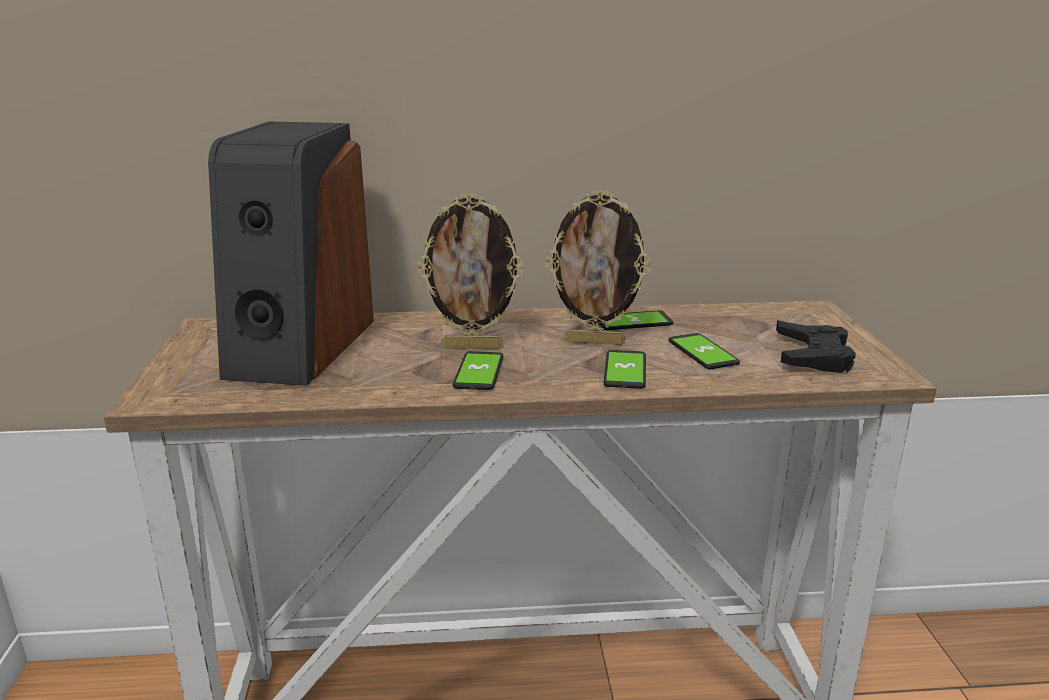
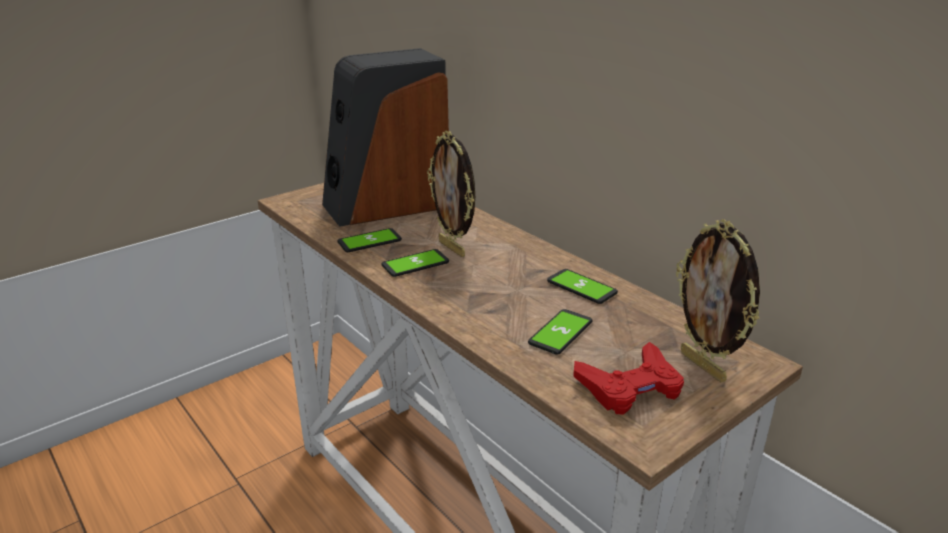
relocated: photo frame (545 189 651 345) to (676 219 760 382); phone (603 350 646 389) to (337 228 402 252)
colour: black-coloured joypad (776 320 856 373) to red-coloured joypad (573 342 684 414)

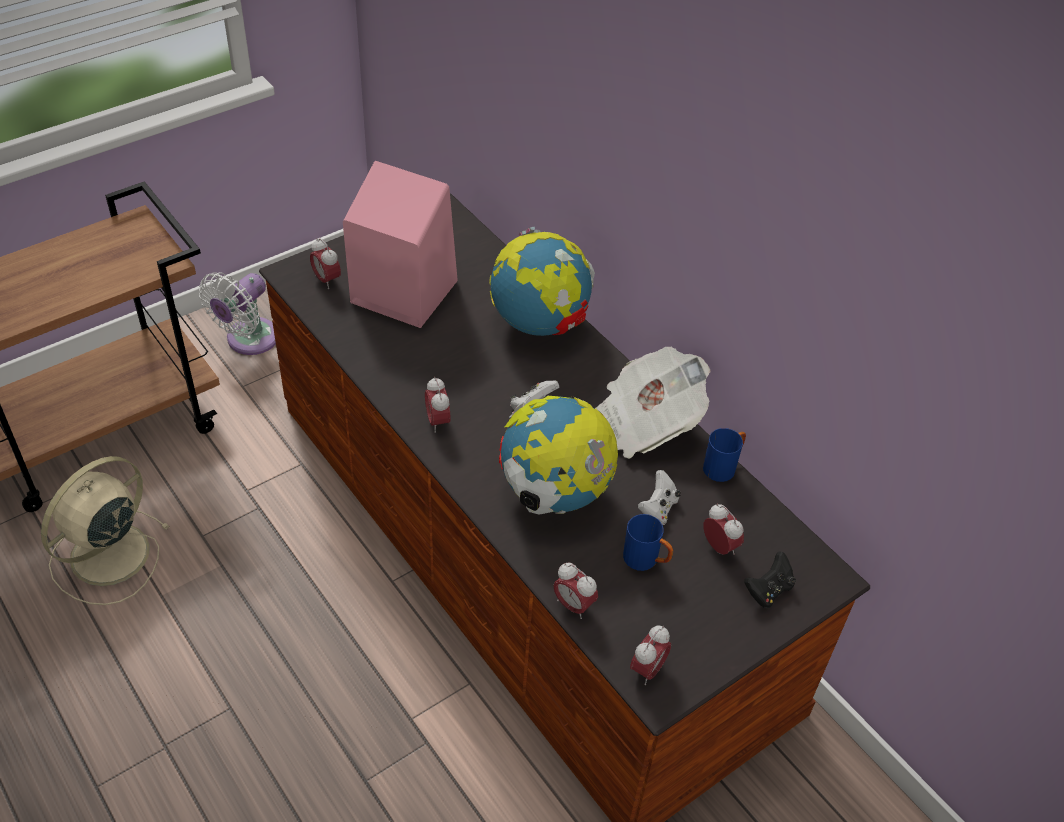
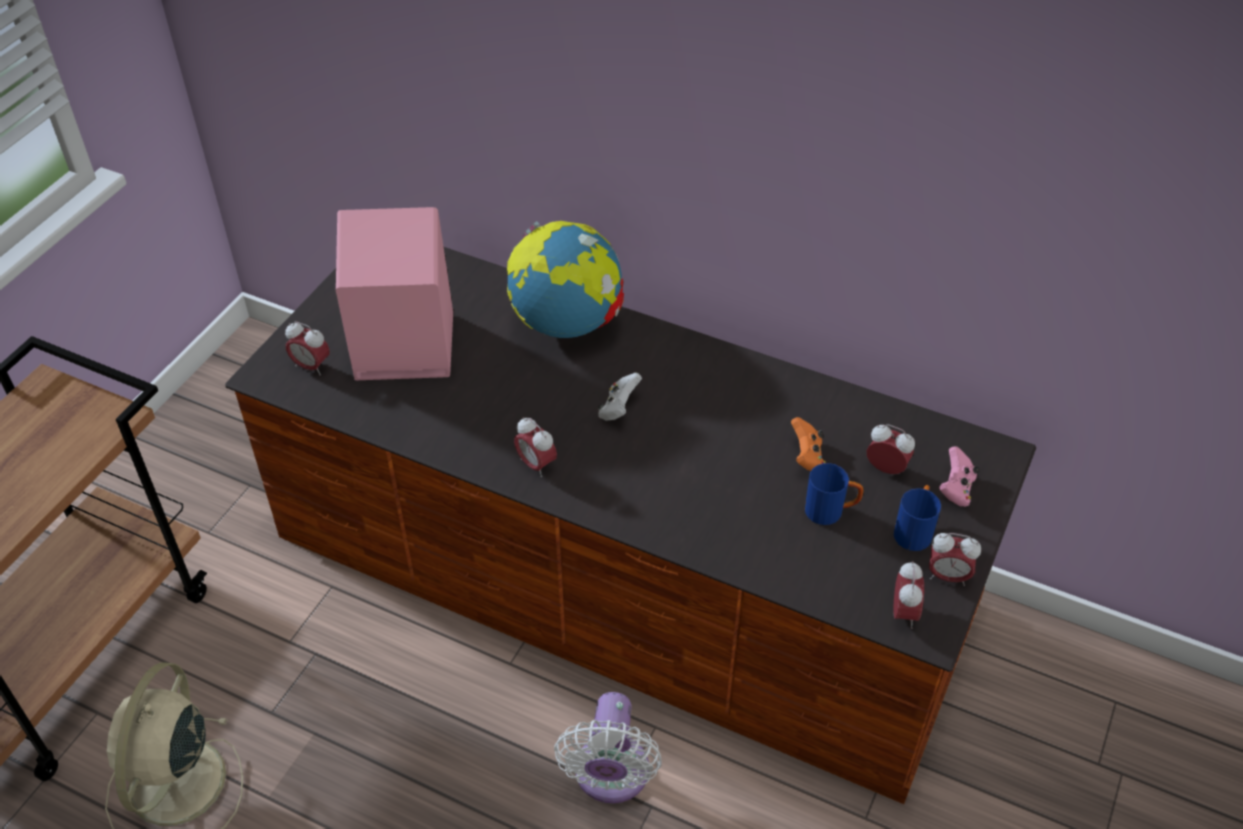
missing: world globe (499 396 618 515); printed paper (596 347 711 459)
relocated: whitish electric fan (199 272 276 355) to (554 692 662 804); bedside clock (553 563 598 619) to (929 533 981 586); blue mug (703 428 746 482) to (894 485 941 551)
colour: whitish joypad (638 470 681 525) to orange-coloured joypad (791 417 826 471); black-coloured joypad (744 552 796 608) to pink-coloured joypad (939 446 979 507)

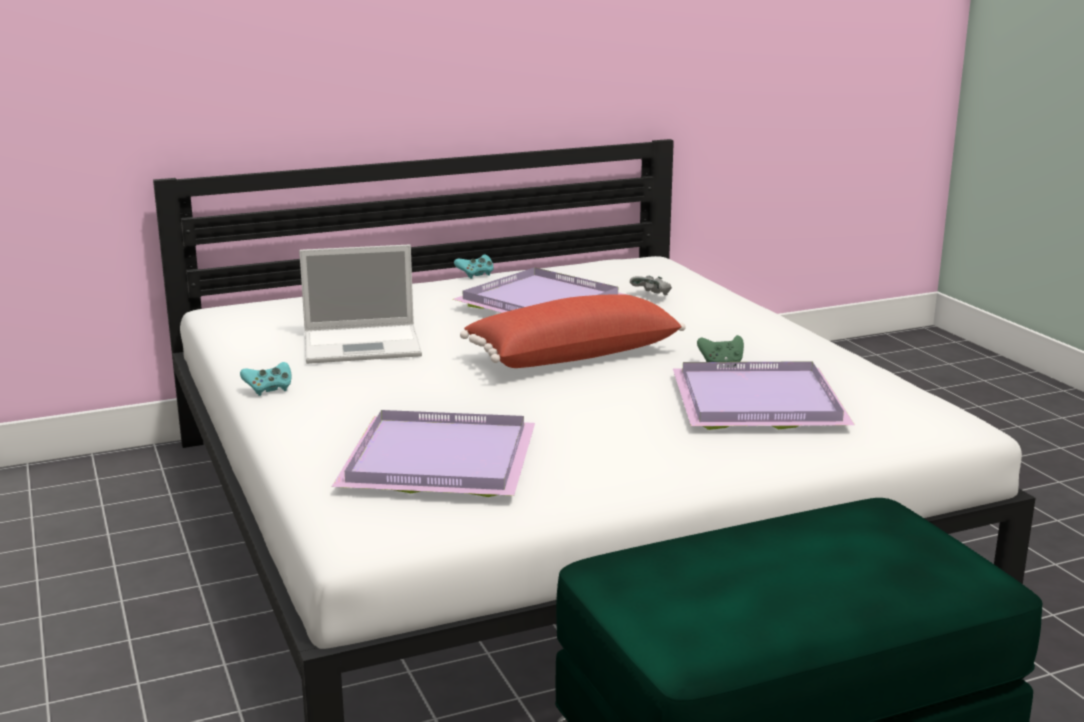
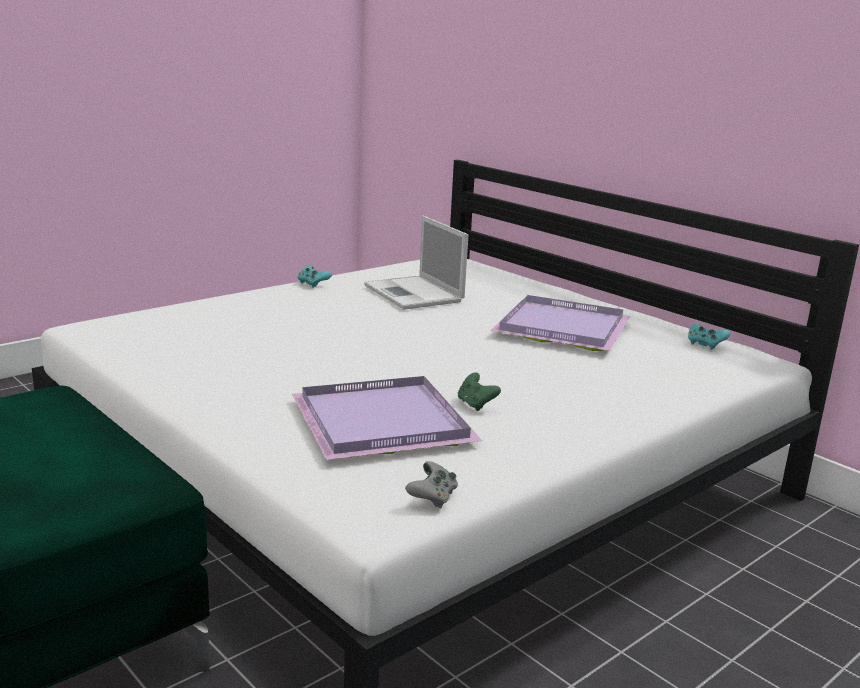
missing: purplish carrying tray (332 410 535 497); red-coloured throw pillow (460 294 686 368)
relocated: turquoise joypad (454 254 493 279) to (688 323 730 350); greyish joypad (630 276 672 295) to (405 461 458 509)

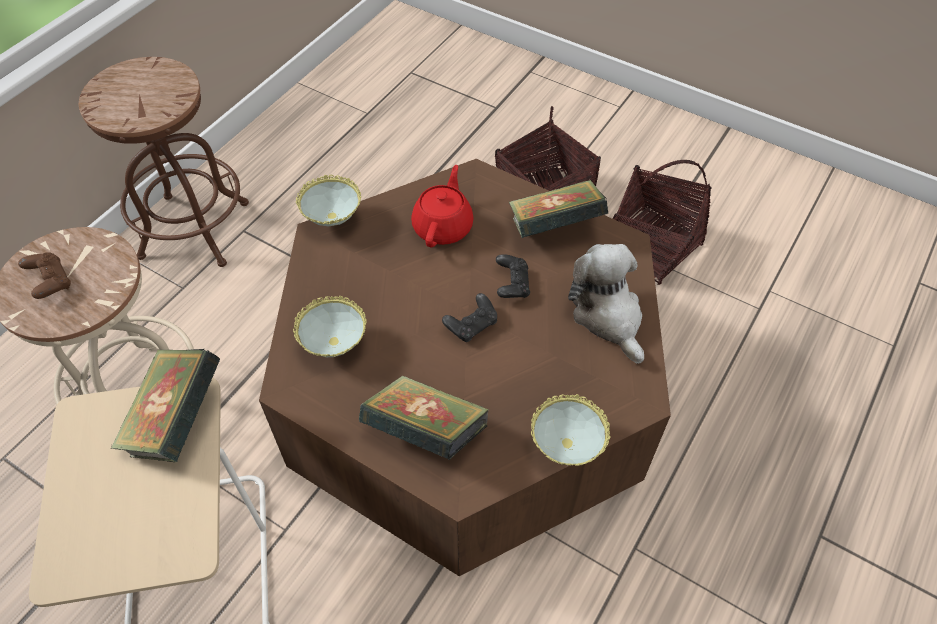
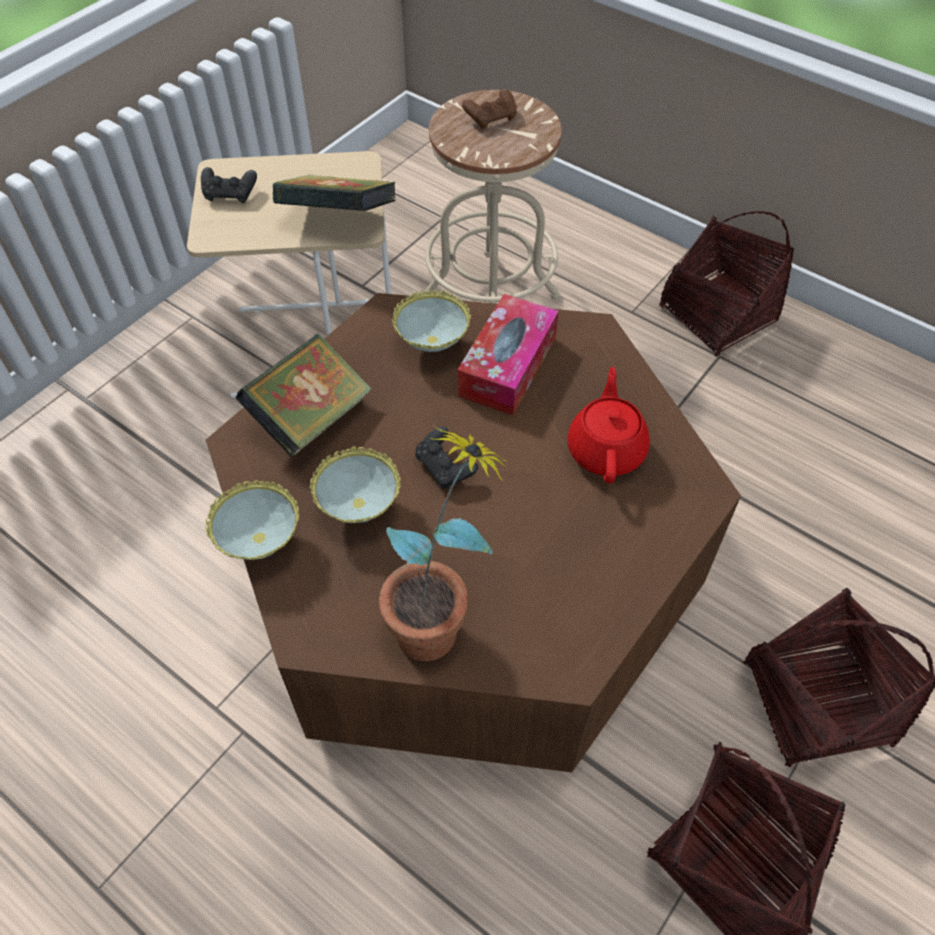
missing: bound book (509 180 608 238)
appeared: tissue holder (457 294 559 415)
relocated: bowl (296 175 361 226) to (310 446 401 523); black-coloured joypad (496 254 530 298) to (201 167 257 203)
exchanged: brownish stool seat (79 57 249 267) to storage basket (659 211 794 357); cuddly toy (568 244 644 364) to plant in a pot (379 426 509 661)
spun: red-coloured tea pot (411 165 474 247) = (567 367 650 483) 105 degrees counterclockwise

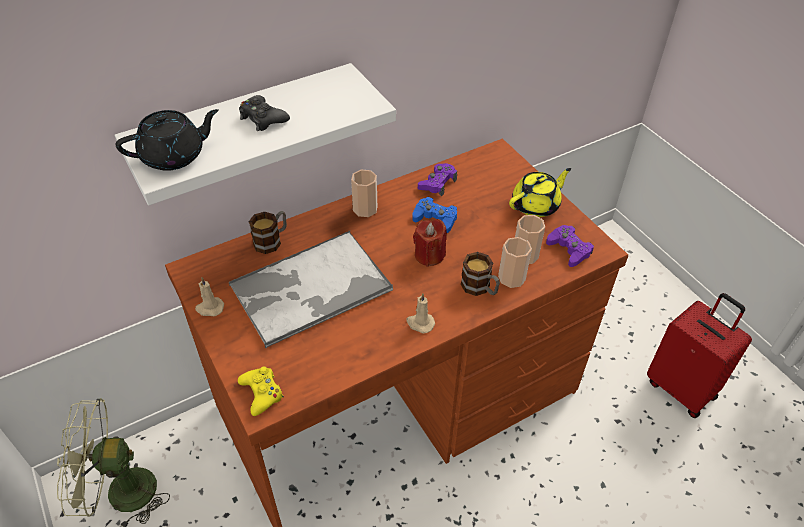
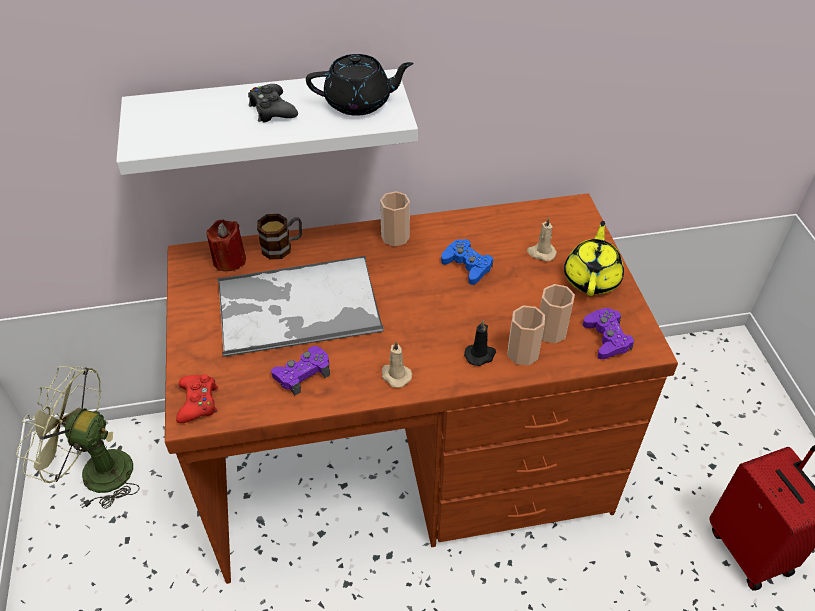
relocated: black-coloured tea pot (116 109 219 171) to (306 54 414 116); beige-coloured wax light (195 277 224 316) to (527 217 557 261); red-coloured wax light (413 219 447 267) to (206 220 246 271); purplish joypad (418 163 457 197) to (271 346 330 396)
exchanged: mug (461 252 500 296) to black-coloured wax light (464 320 496 366)
colour: yellow joypad (238 366 284 416) to red-coloured joypad (176 374 218 423)
spun: yellow tea pot (509 168 571 217) = (564 221 624 296) 60 degrees counterclockwise

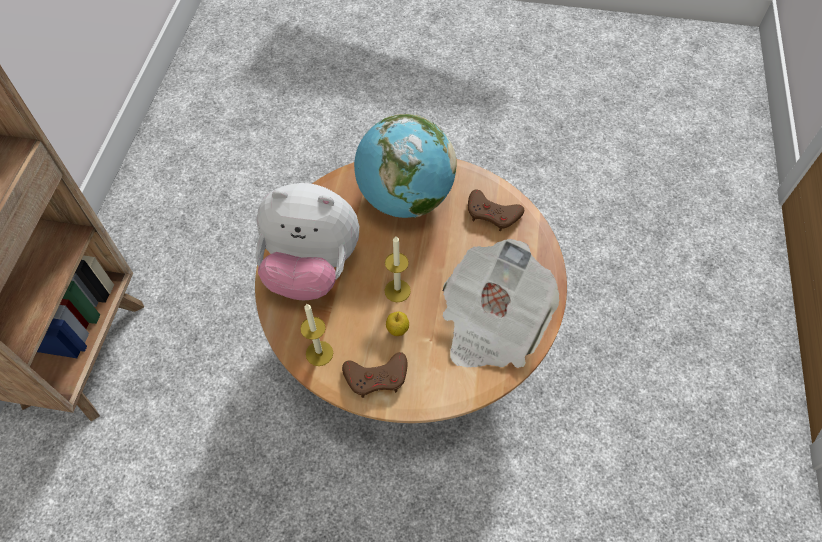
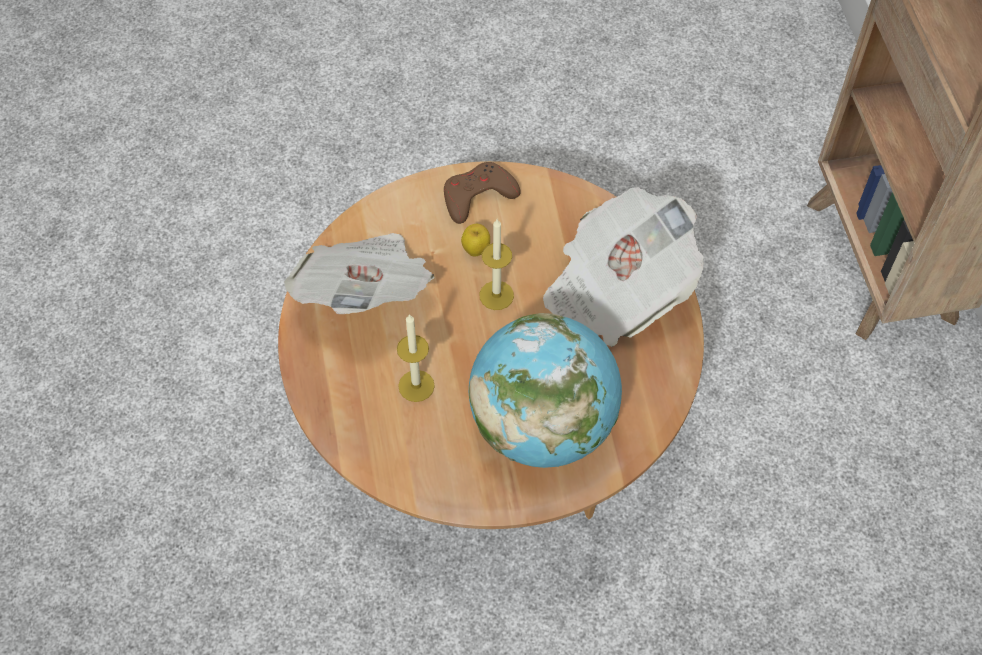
missing: brownish joypad (468 189 524 231)
relocated: wax light (300 304 333 366) to (397 314 435 402)
exchanged: cuddly toy (255 183 359 300) to printed paper (543 187 704 347)

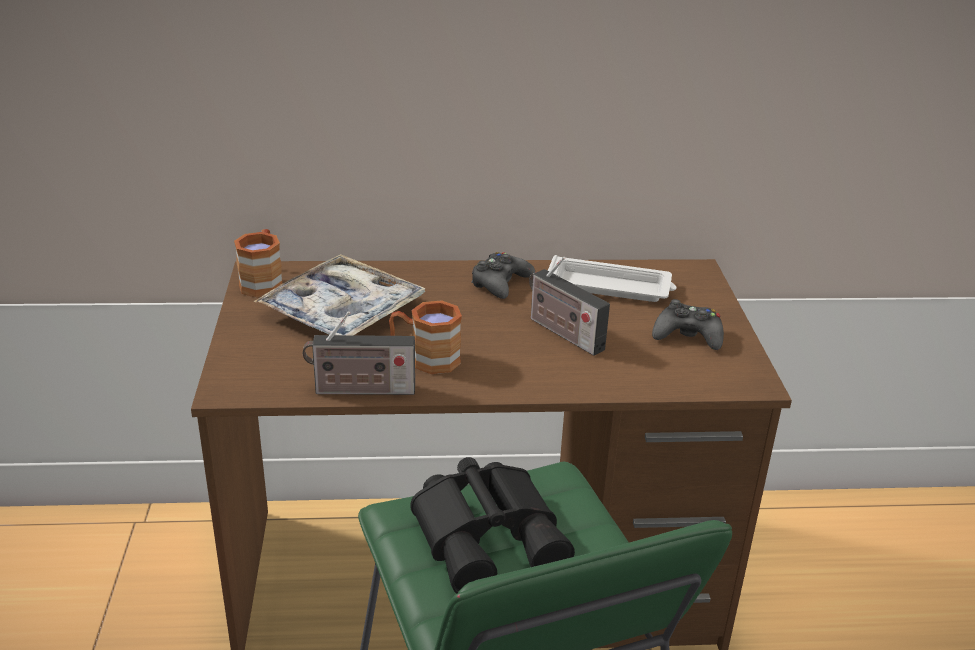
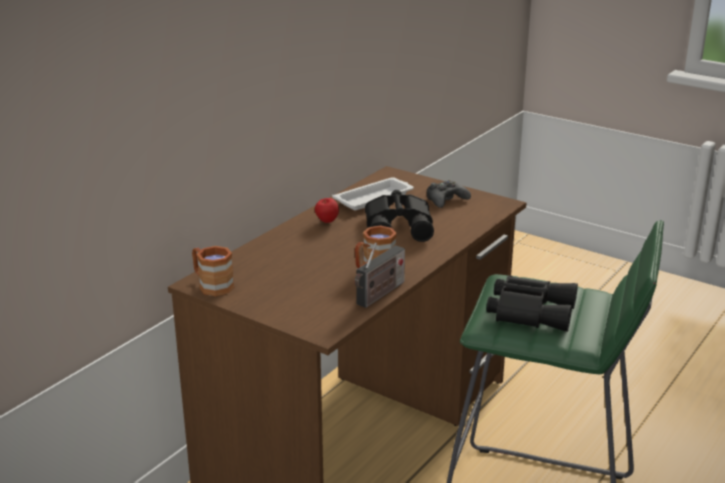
missing: carrying tray (254 254 425 335)
exchanged: black-coloured joypad (471 252 535 299) to apple (315 198 339 223); radio (529 257 610 356) to black-coloured field glasses (365 190 434 242)

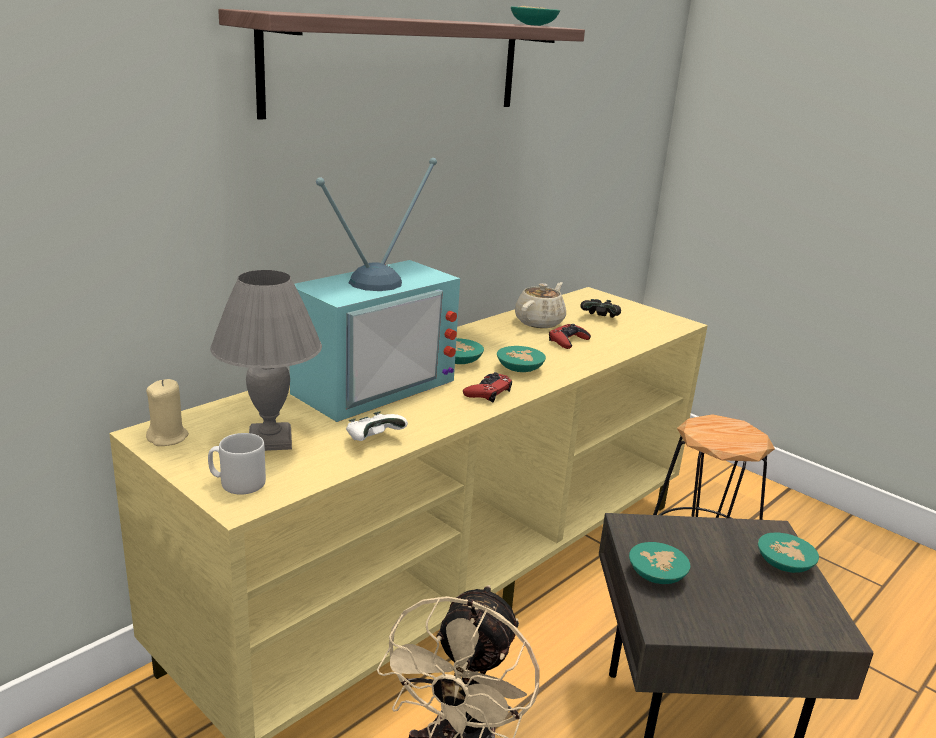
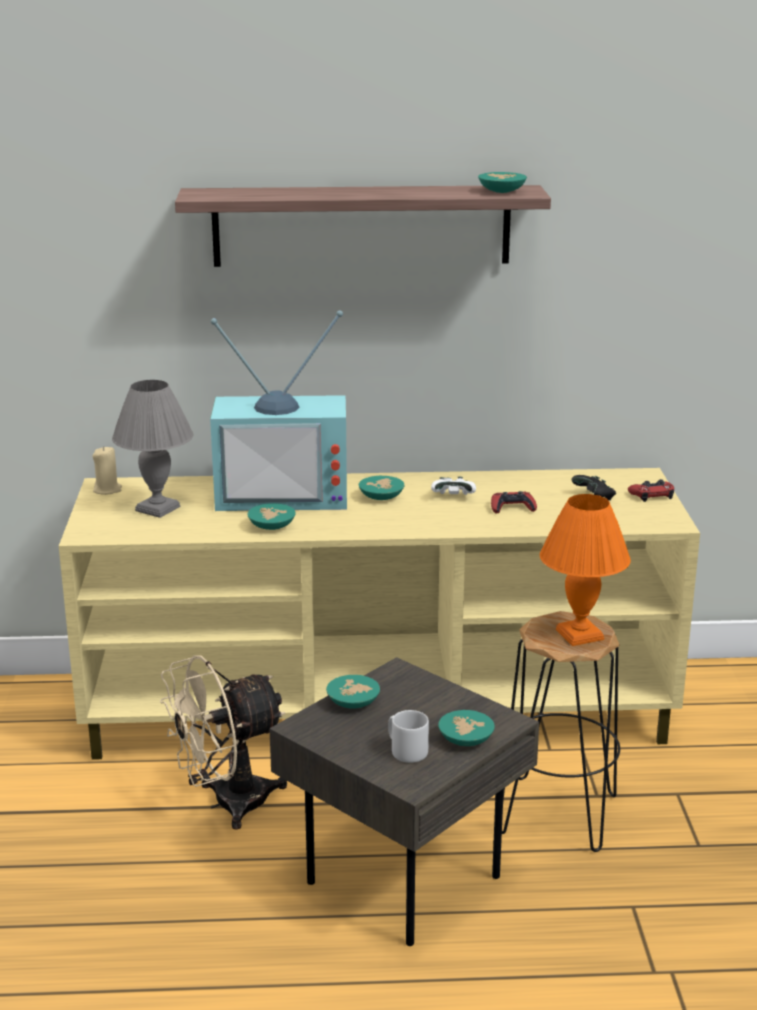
missing: beige-coloured tea pot (515 282 566 328)
appeared: orange-coloured lamp for a table (540 494 631 646)
relocated: greyish mug (208 433 266 494) to (388 710 429 763); whitish joypad (346 411 408 441) to (431 477 476 495); red-coloured joypad (463 372 512 402) to (628 479 674 502); turquoise bowl (497 346 546 372) to (247 503 296 530)

